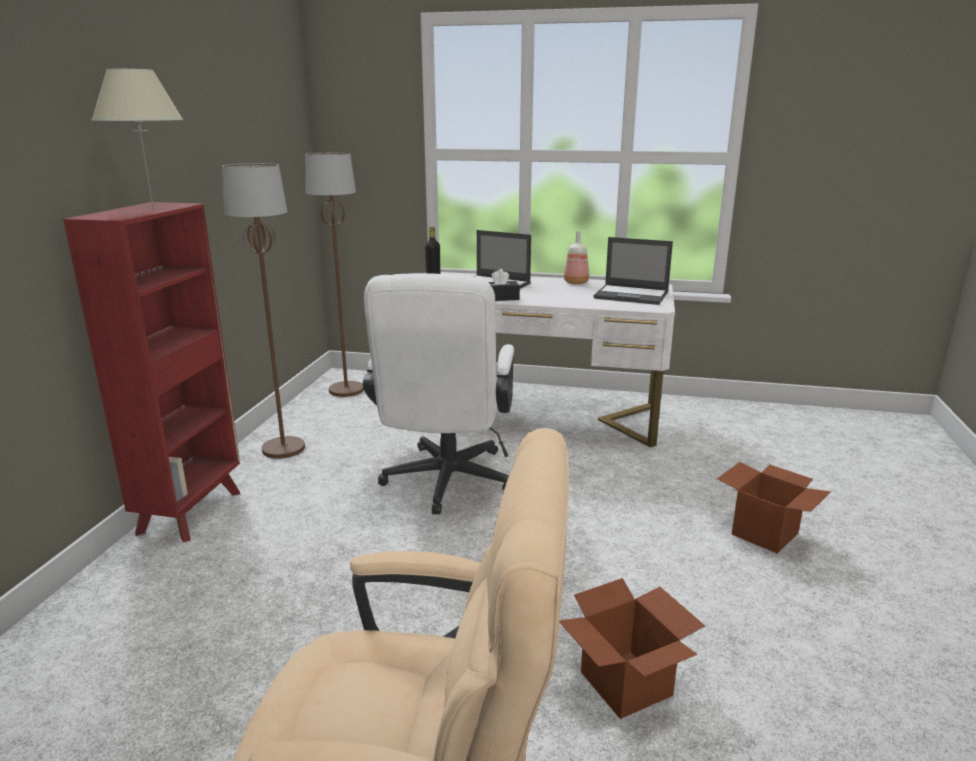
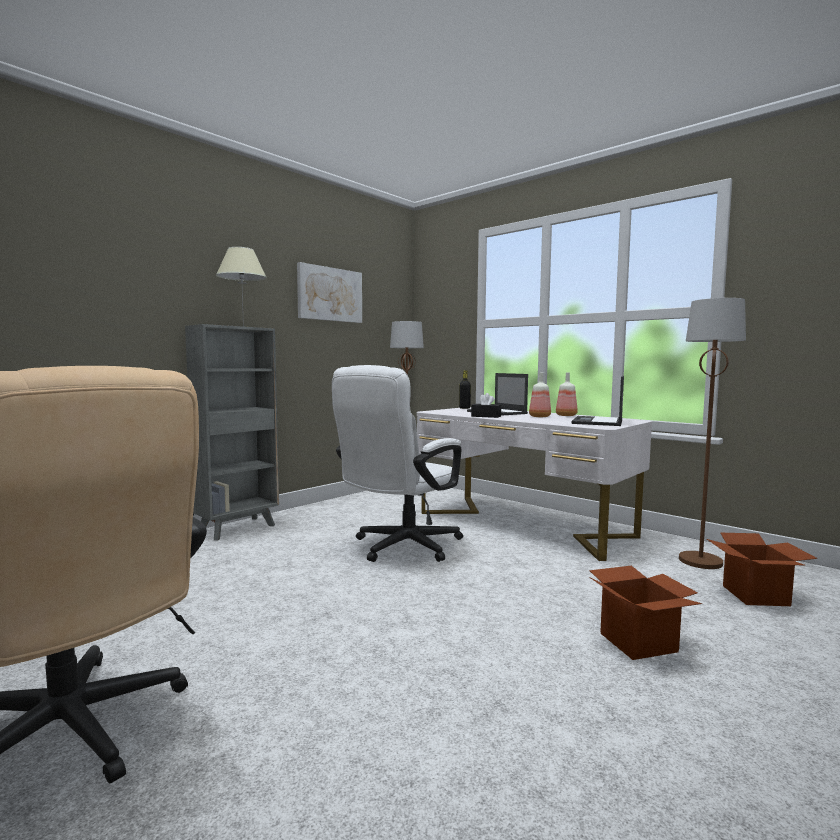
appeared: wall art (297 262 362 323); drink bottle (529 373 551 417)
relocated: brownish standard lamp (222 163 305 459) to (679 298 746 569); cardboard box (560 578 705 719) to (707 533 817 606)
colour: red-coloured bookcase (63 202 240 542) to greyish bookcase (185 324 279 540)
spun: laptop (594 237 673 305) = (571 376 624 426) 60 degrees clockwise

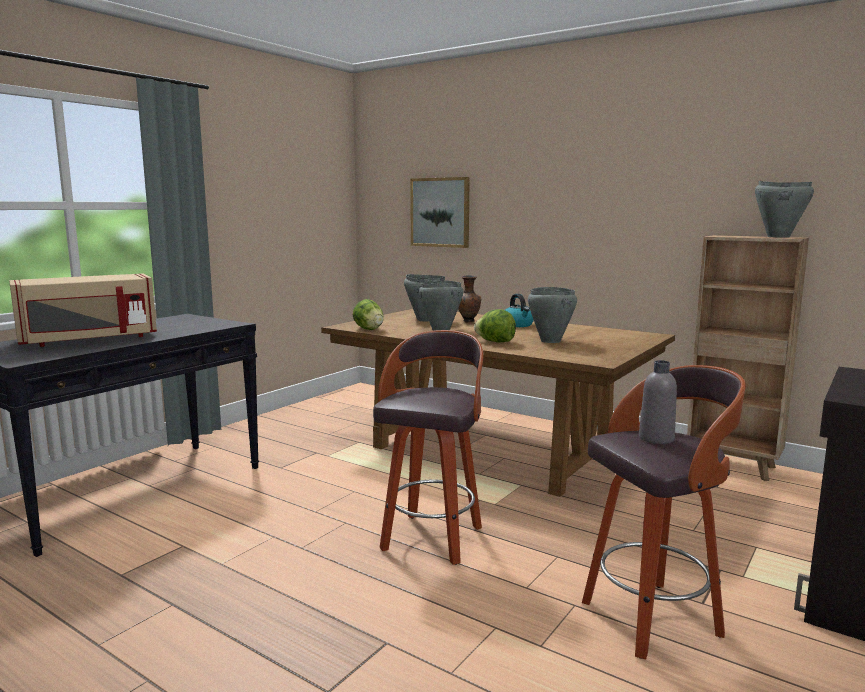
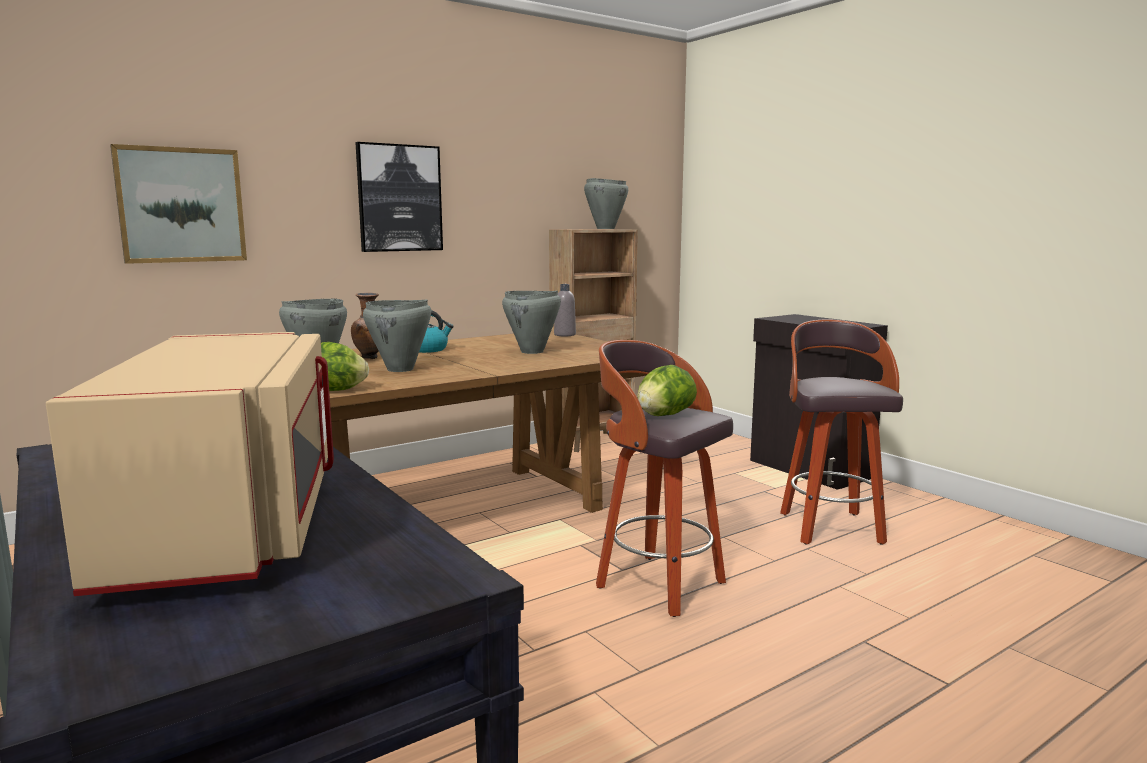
appeared: wall art (355 142 443 252)
relocated: lettuce head (474 309 516 342) to (637 365 697 416); greyish drink bottle (639 360 677 444) to (554 284 576 336)

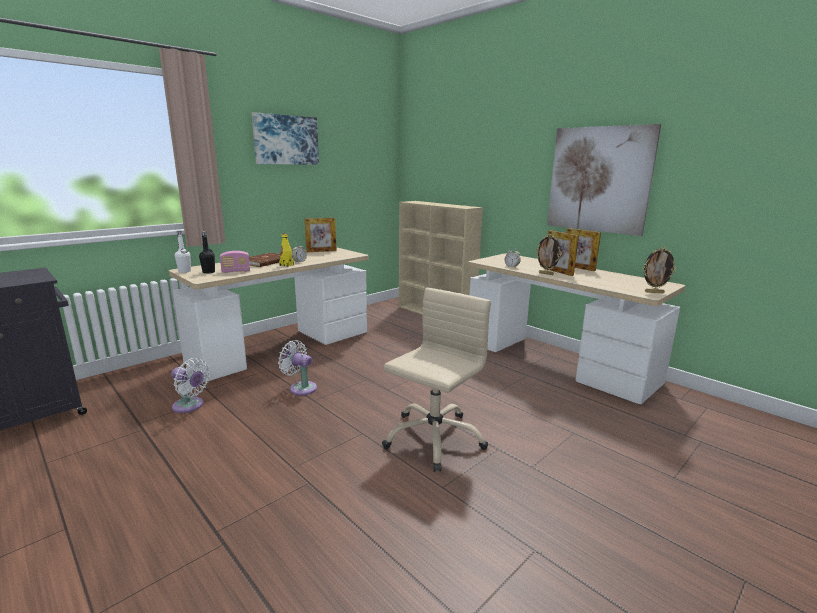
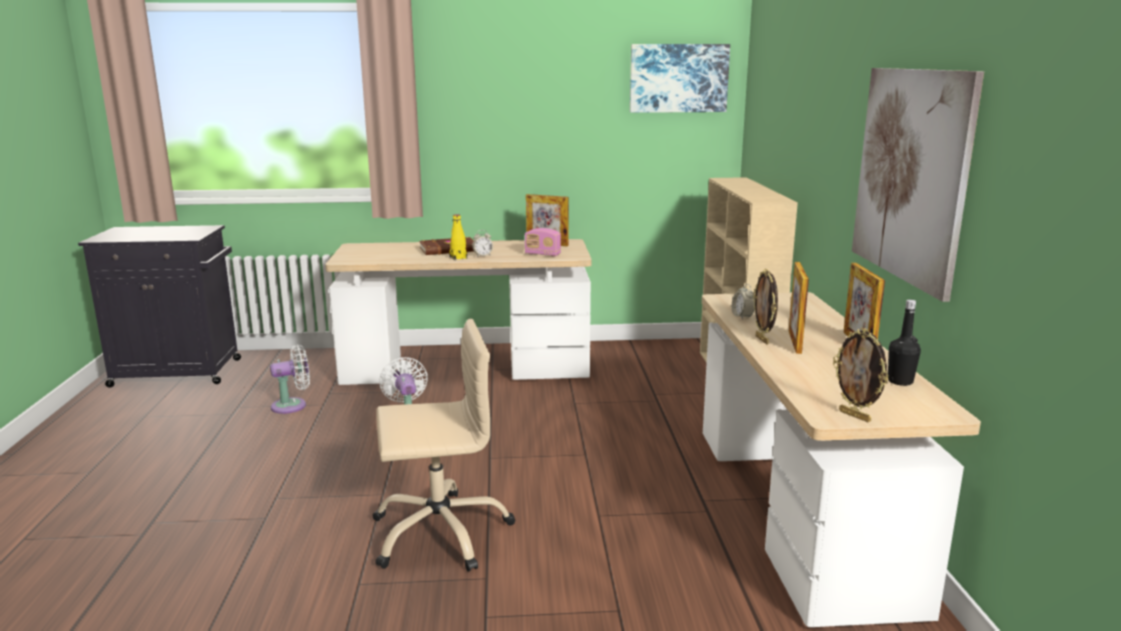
missing: whitish drink bottle (175 231 191 273)
relocated: black-coloured drink bottle (199 231 215 274) to (888 299 921 386); radio (220 251 250 273) to (525 228 561 256); wall art (251 112 319 164) to (630 44 730 113)
spun: whitish electric fan (171 358 210 413) = (270 344 310 414) 90 degrees counterclockwise

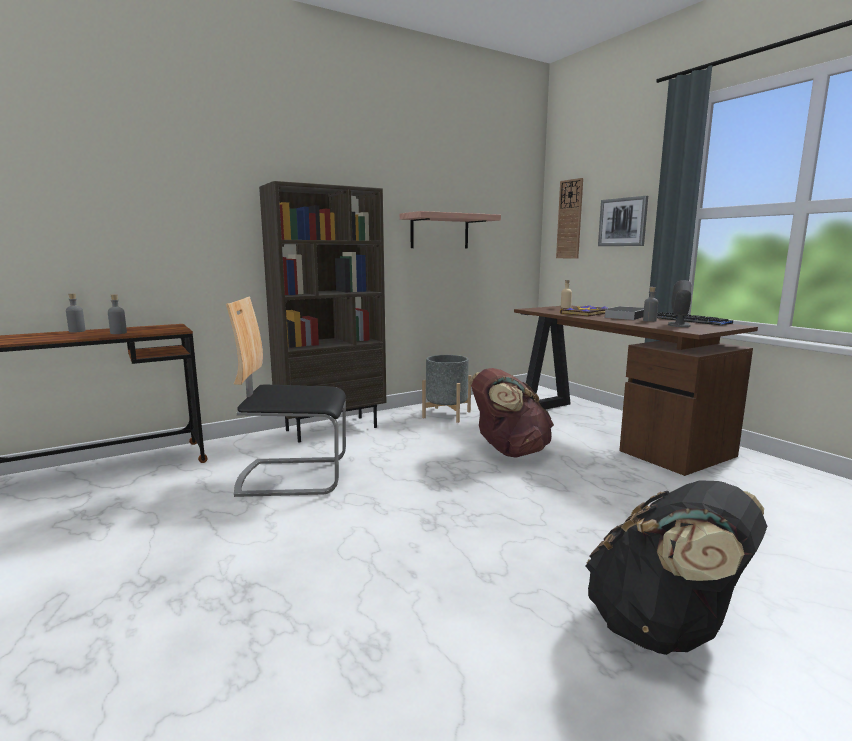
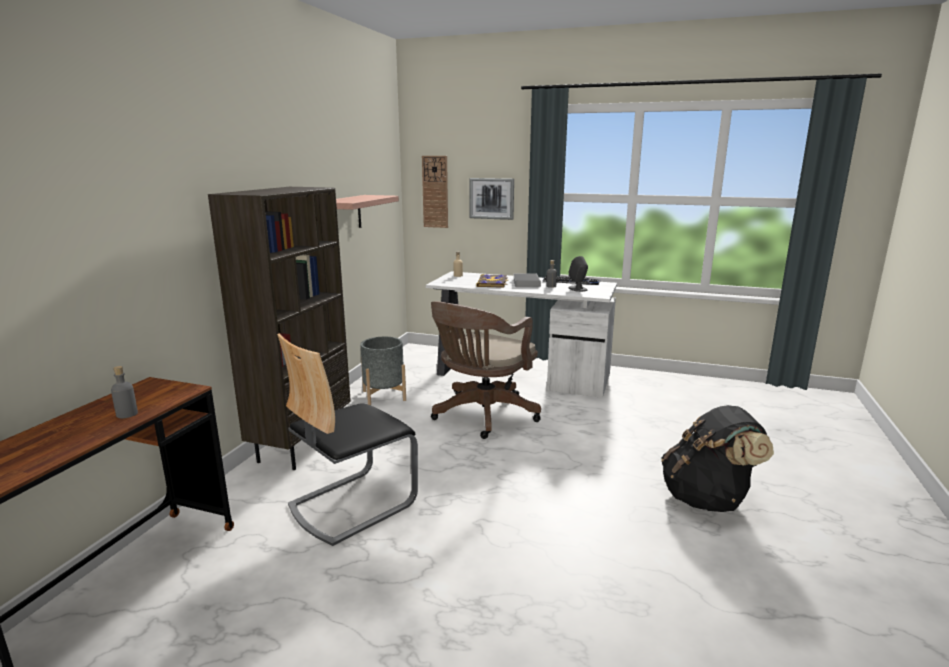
missing: greyish drink bottle (66 293 86 333)
exchanged: brownish backpack (469 368 554 458) to brownish computer chair (431 301 541 439)
colour: brownish desk table (514 306 758 476) to whitish desk table (426 271 617 398)

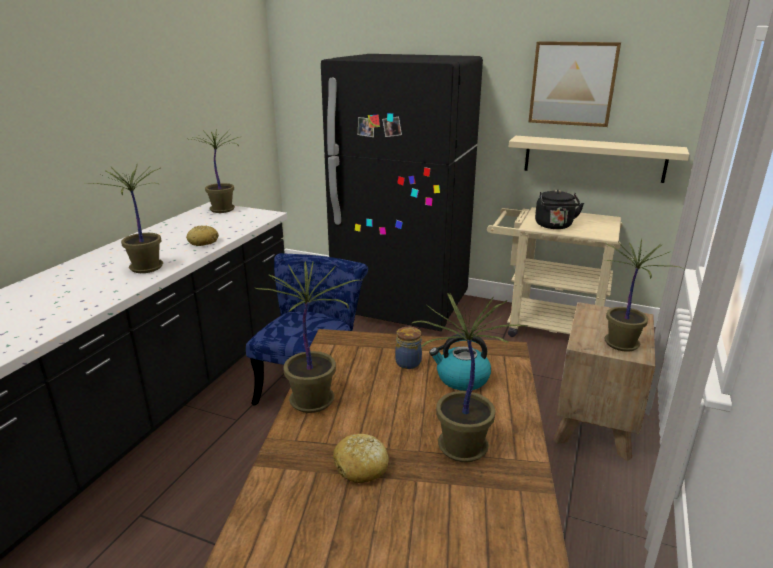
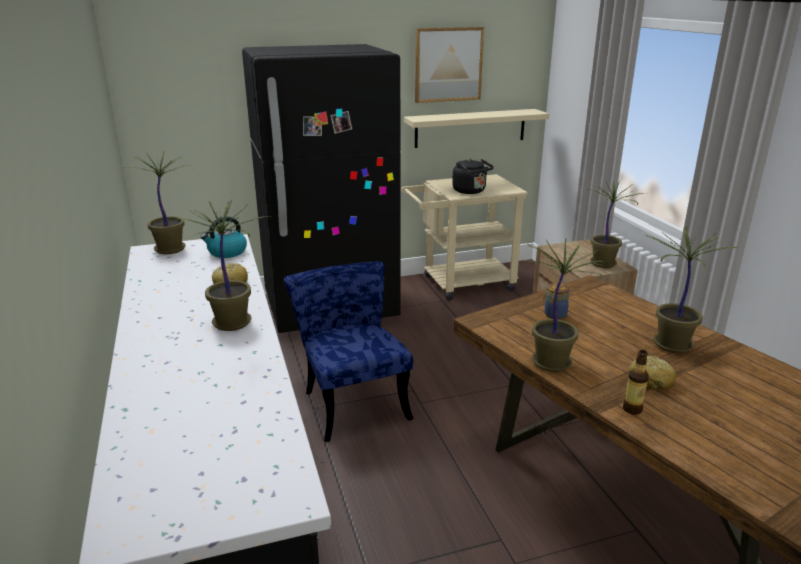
appeared: drink bottle (623 350 649 415)
relocated: tea kettle (429 333 491 391) to (200 216 247 258)

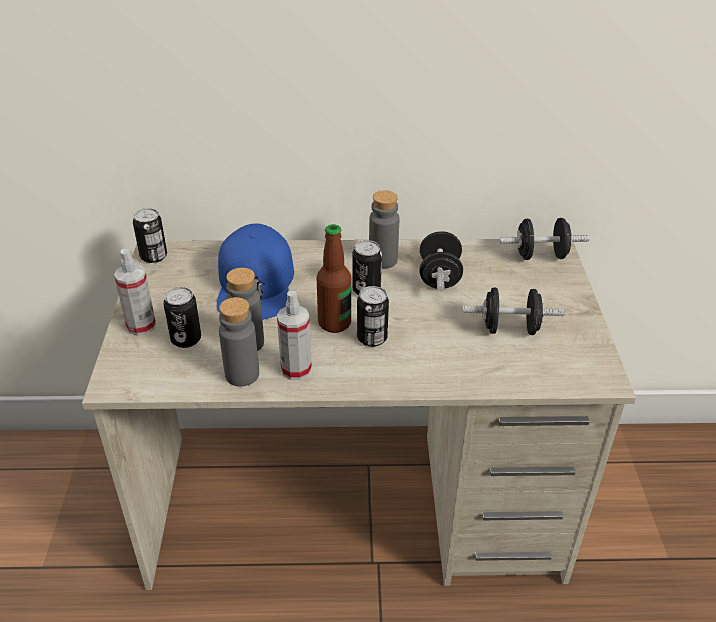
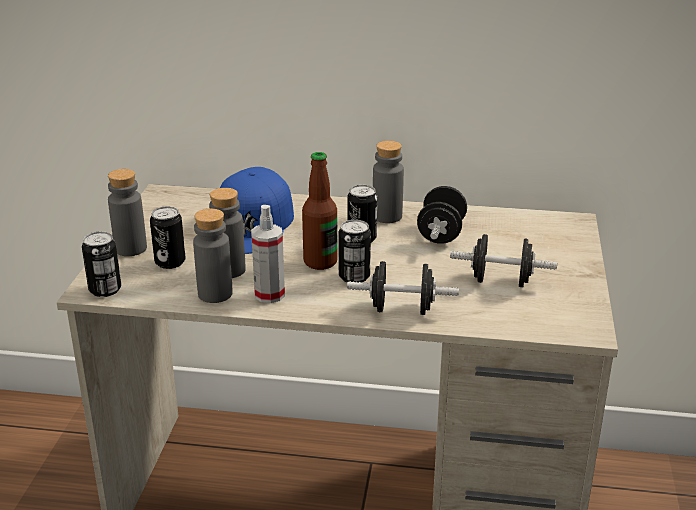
relocated: metal can (133 208 167 263) to (82 231 121 297); black-coloured hand weight (499 218 589 260) to (347 261 459 315)
exchanged: sprayer (114 249 156 336) to greyish drink bottle (108 169 147 256)

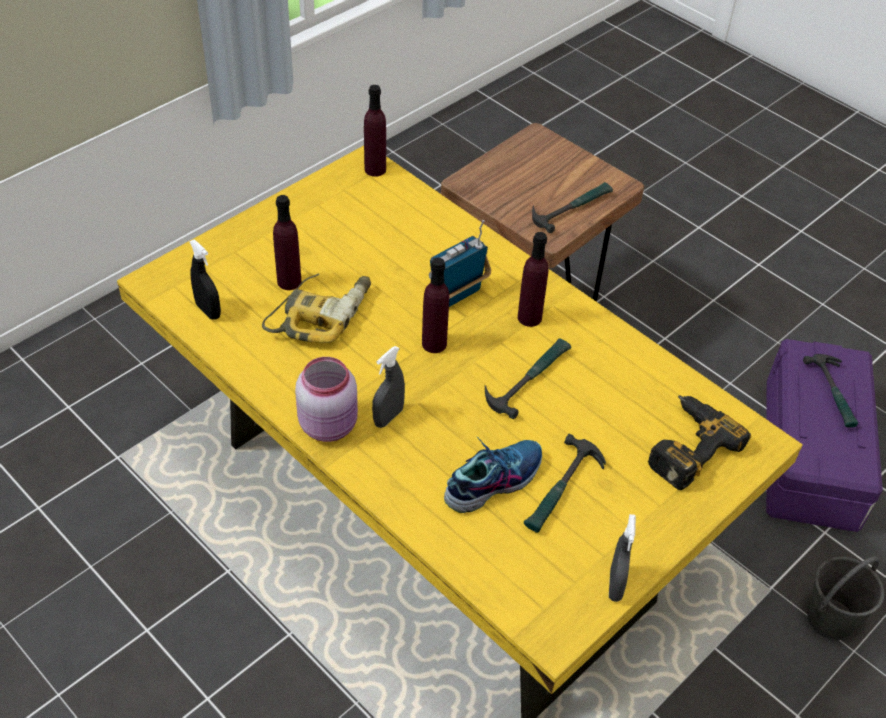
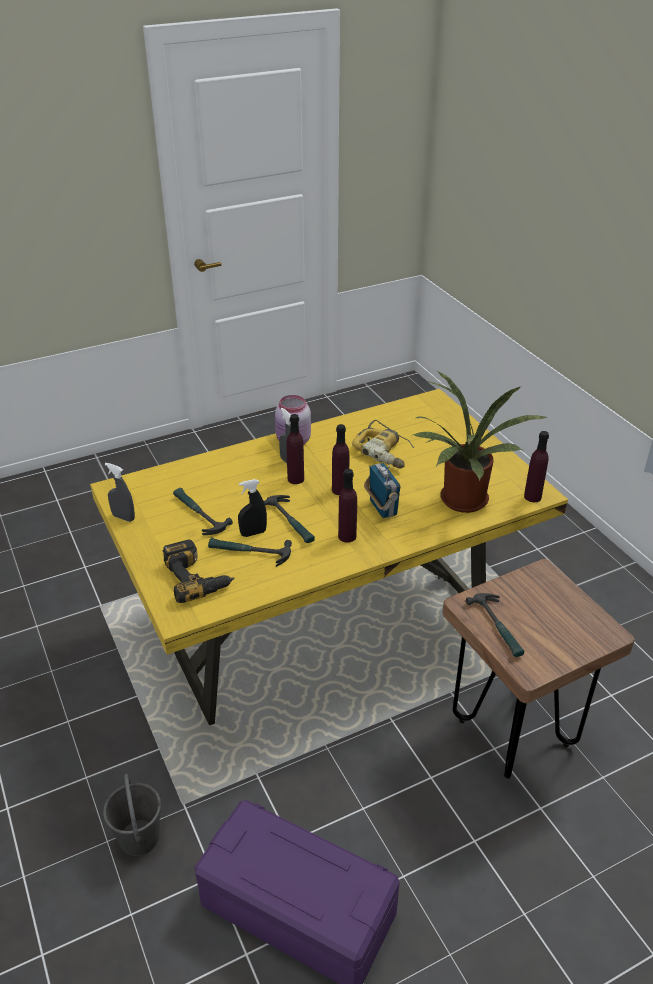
missing: shoe (444 436 542 513)
appeared: plant in a pot (411 371 548 513)
relocated: black-coloured sprayer (189 240 221 320) to (238 479 267 537); purplish drink bottle (273 195 301 290) to (287 414 304 484); tool hammer (803 354 858 428) to (208 538 292 567)

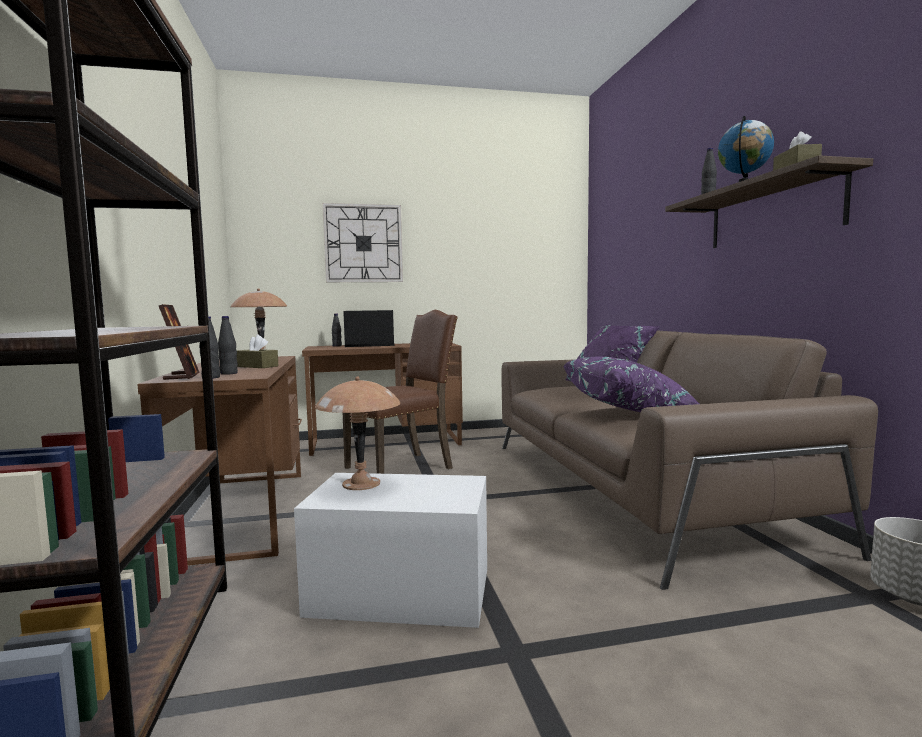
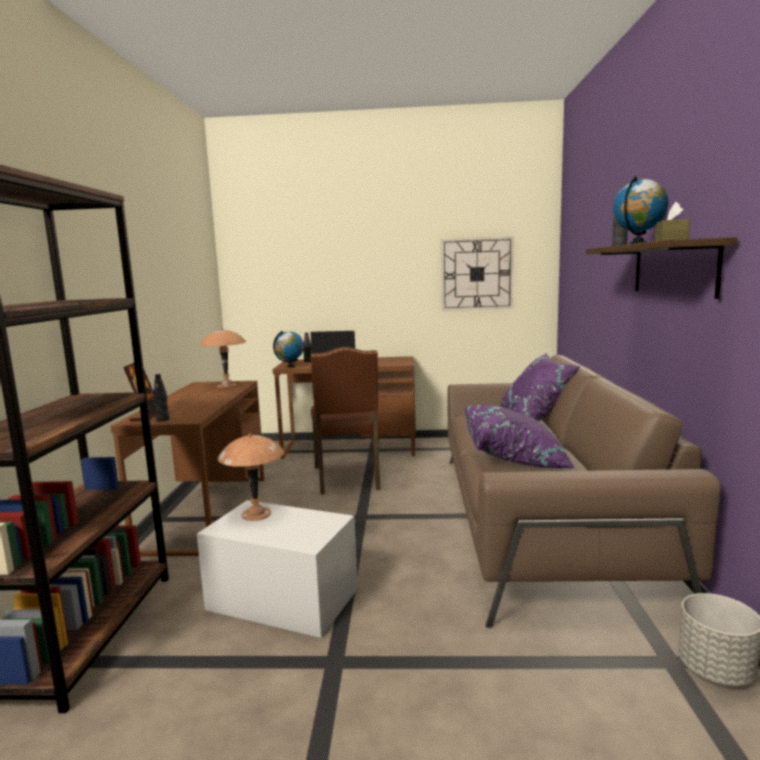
missing: black-coloured drink bottle (218 316 238 375); brownish tissue holder (237 334 278 368)
appeared: world globe (273 331 304 368)
relocated: hanging clock (323 203 403 282) to (441 236 514 311)
spun: brownish chair (343 310 458 474) = (311 347 381 494) 105 degrees clockwise

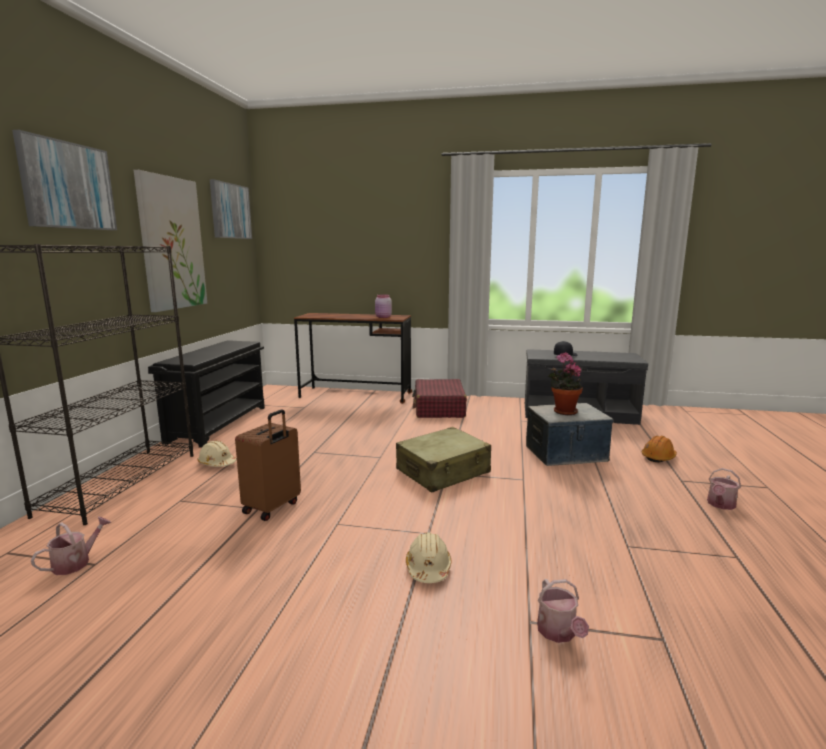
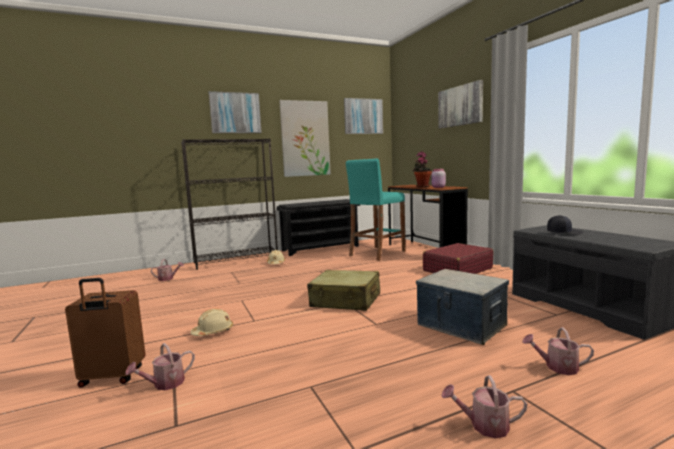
appeared: turquoise stool seat (346 159 406 261); wall art (438 80 483 129)
relocated: brownish suitcase (235 410 301 521) to (65 278 146 388); plant in a pot (548 352 583 415) to (413 152 432 187)
exchanged: orange-coloured safety helmet (642 436 677 463) to watering can (523 327 594 375)

